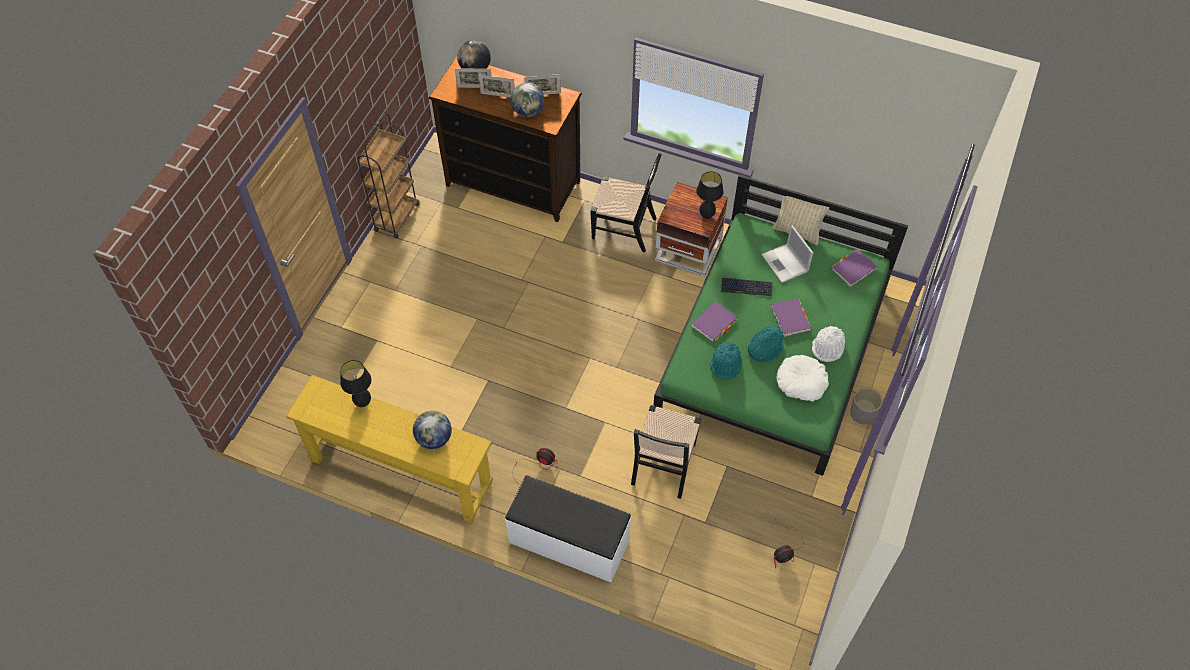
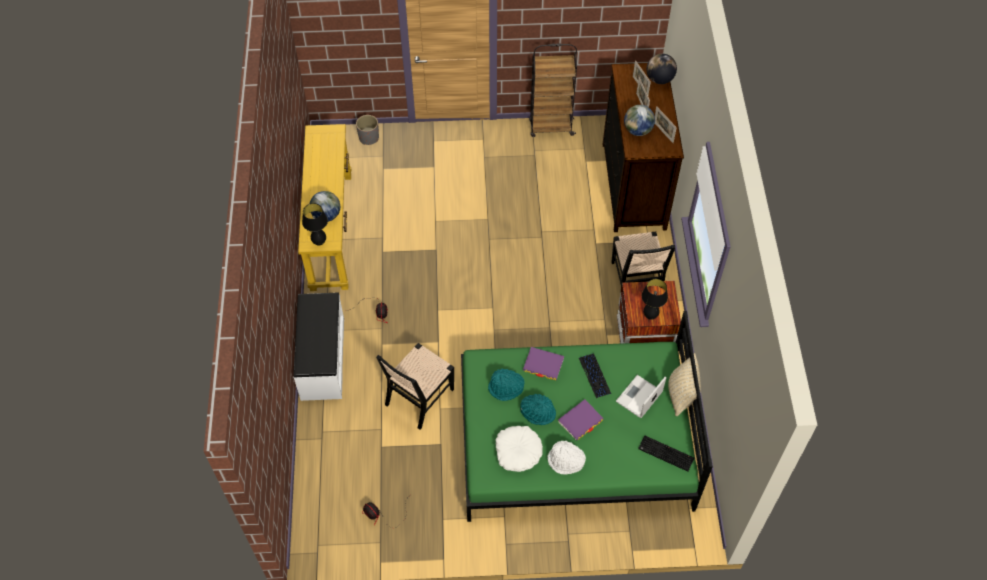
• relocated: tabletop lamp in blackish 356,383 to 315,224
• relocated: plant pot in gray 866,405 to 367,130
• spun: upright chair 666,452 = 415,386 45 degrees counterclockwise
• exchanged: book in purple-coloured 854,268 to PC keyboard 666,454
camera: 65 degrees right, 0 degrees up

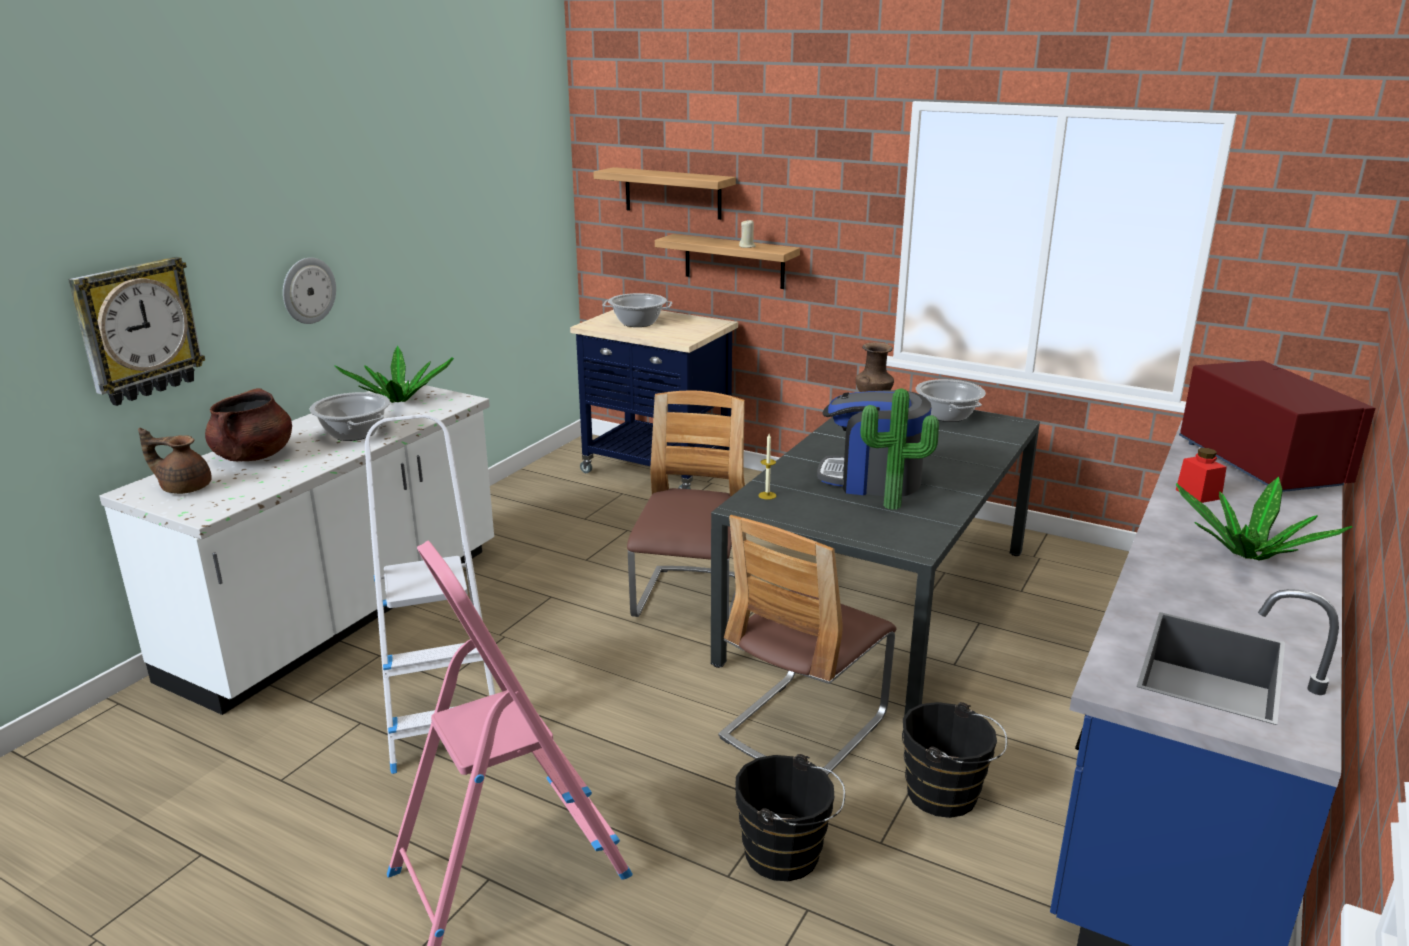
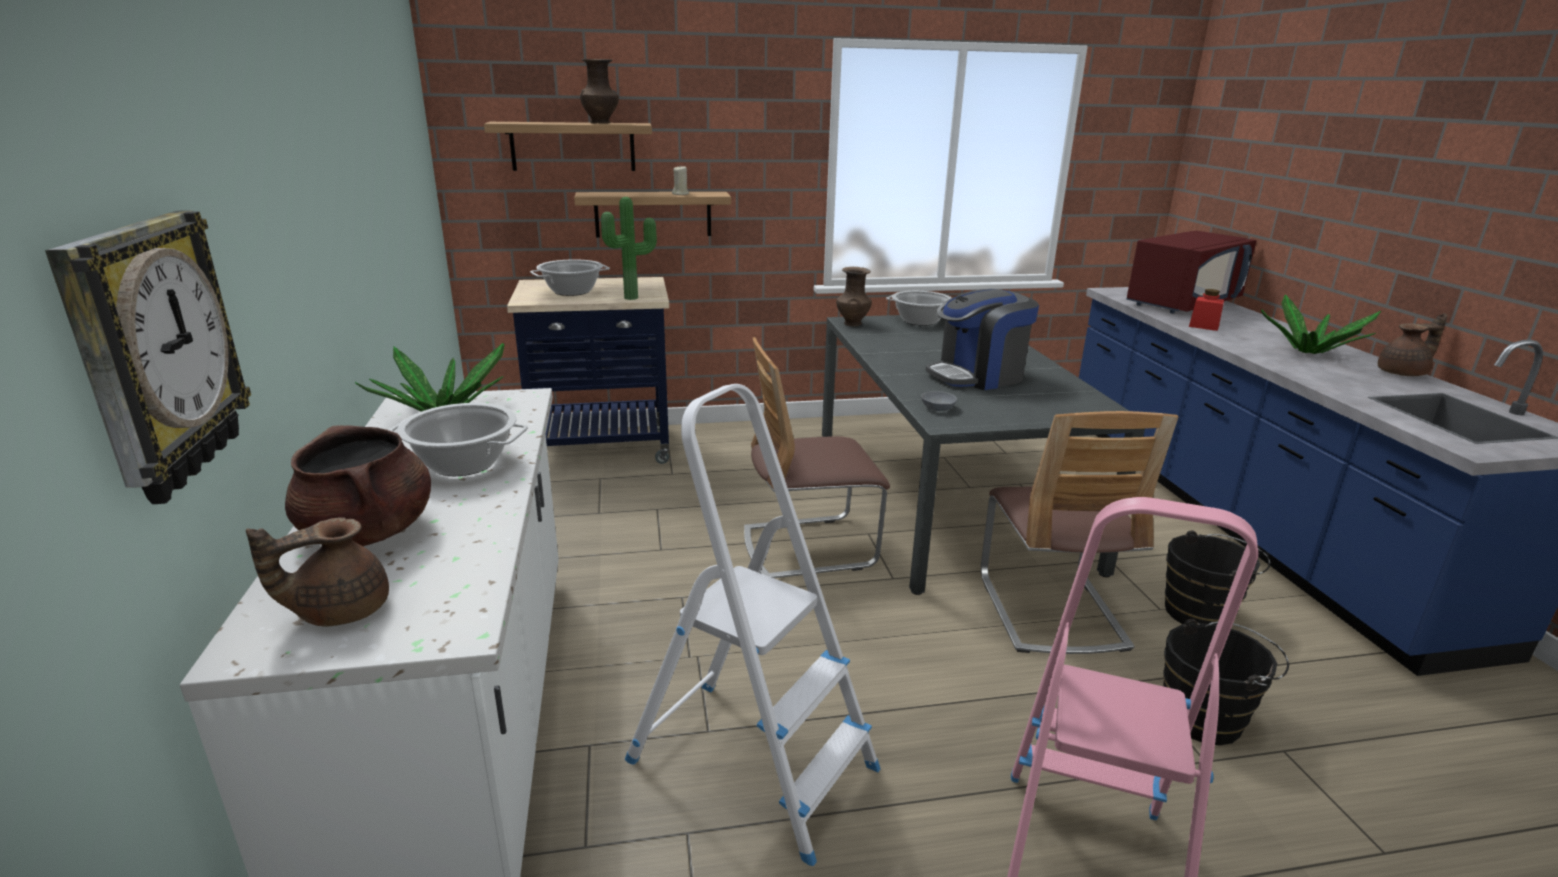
• appeared: flower vase in brownish 599,91
• relocated: houseplant 899,449 to 629,248
• spun: upright chair 686,506 = 817,457 75 degrees counterclockwise
• exchanged: wax candle 767,467 to deep dish in gray 939,401
• spun: kitchen microwave in red-coloured 1277,426 = 1191,272 105 degrees clockwise
• appeared: pot for tea in brownish 1412,344
• missing: clock on the wall 309,290
camera: 40 degrees left, 0 degrees up

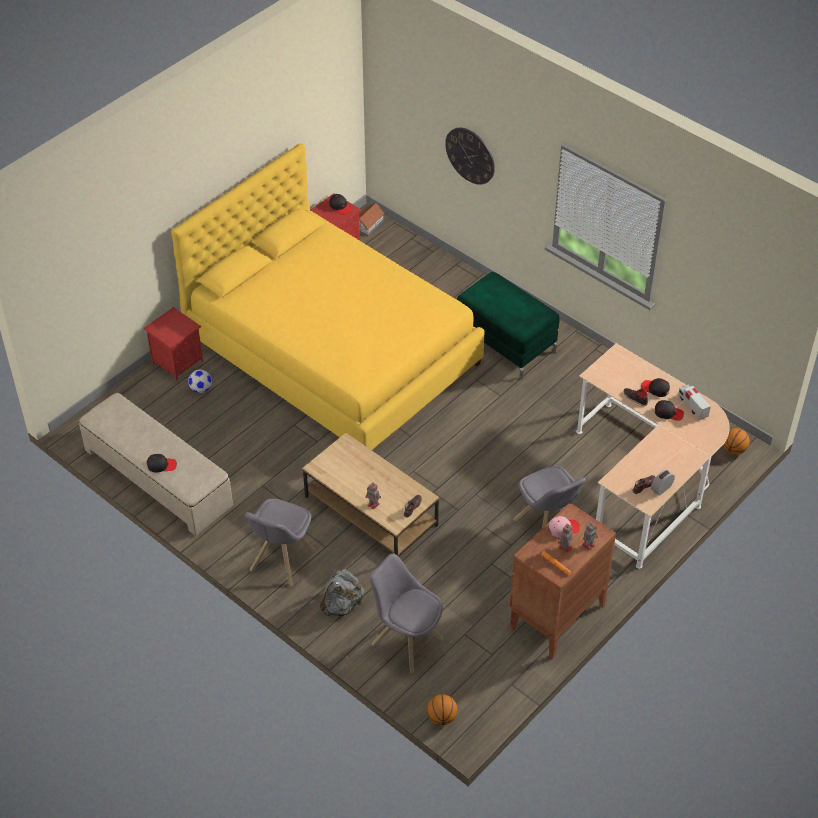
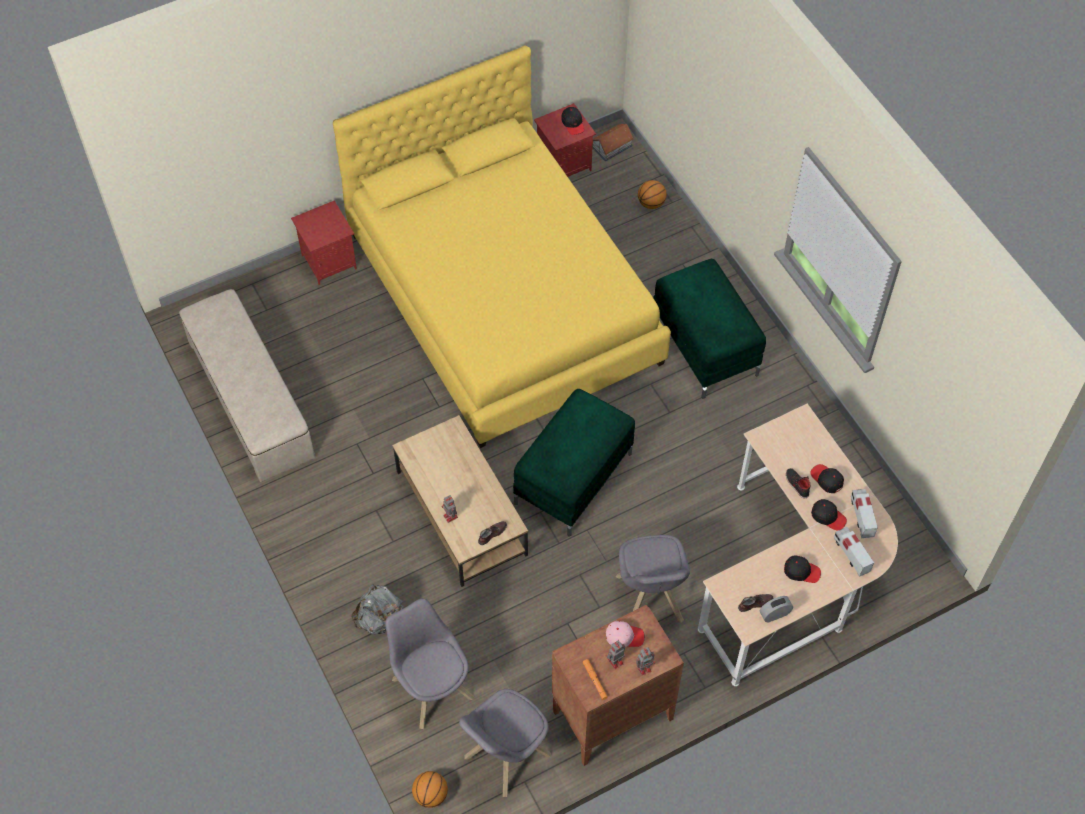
• relocated: upright chair in gray 280,543 to 505,743
• appeared: pouffe in green 574,462
• relocated: ball for basketball 736,441 to 652,194
• relocated: peaked cap in blackish 162,463 to 802,569
• appeared: toy lorry 854,552
• missing: ball for football 200,381
• missing: clock on the wall 470,156
camera: 20 degrees right, 10 degrees up

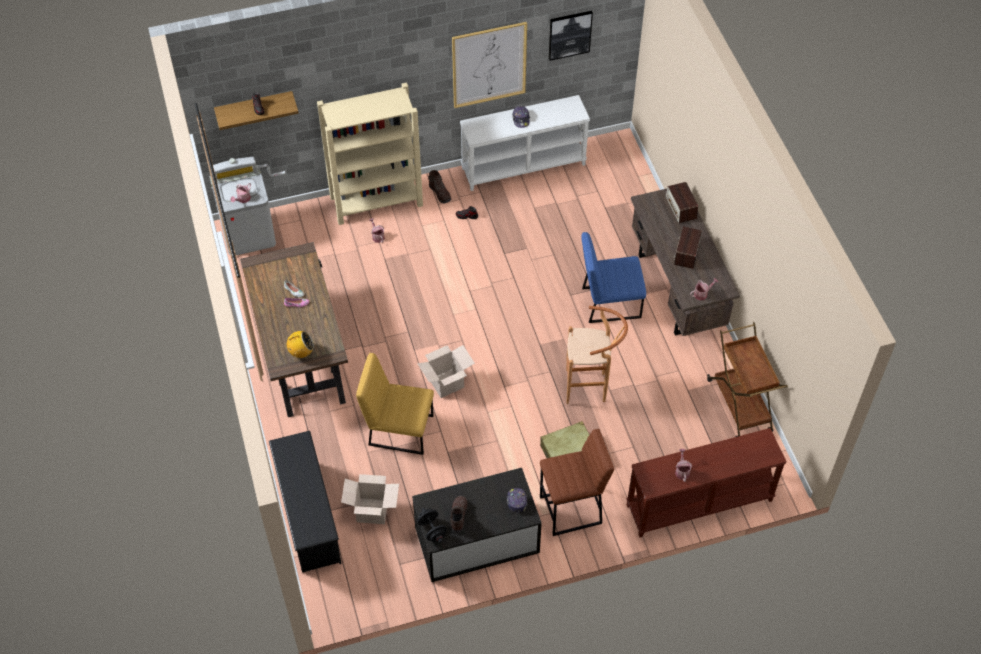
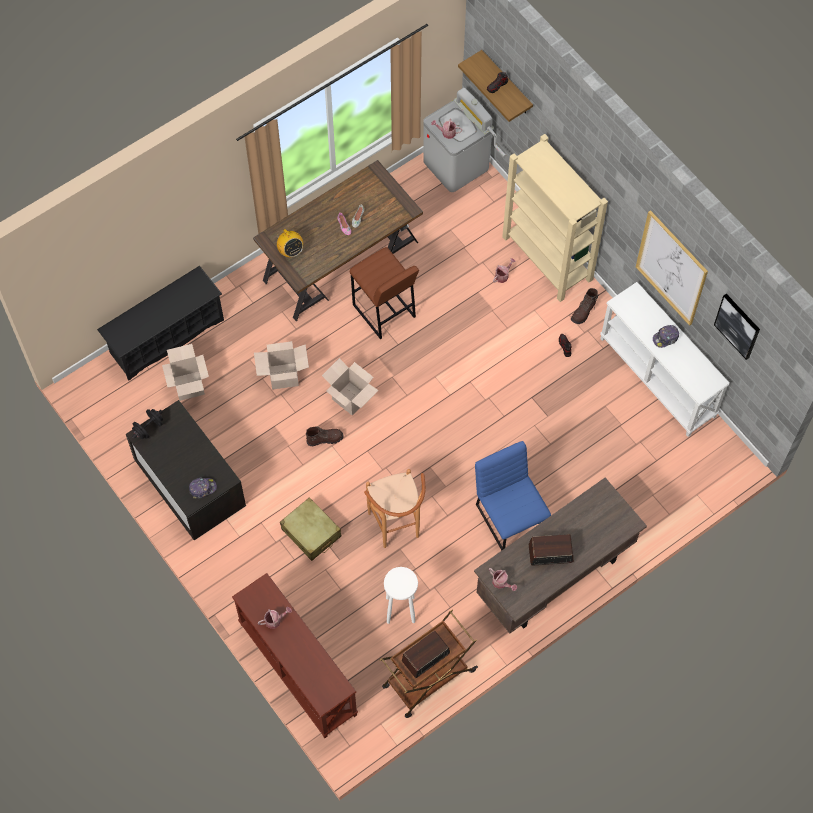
• exchanged: upright chair in yellowish 395,404 to carton 281,365
• relocated: tall boot in brownish 458,514 to 325,436
• relocated: stool seat in brownish 577,482 to 384,293
• appeared: stool seat in white-coloured 401,595
• relocated: radio 682,202 to 426,654
camera: 70 degrees right, 10 degrees up

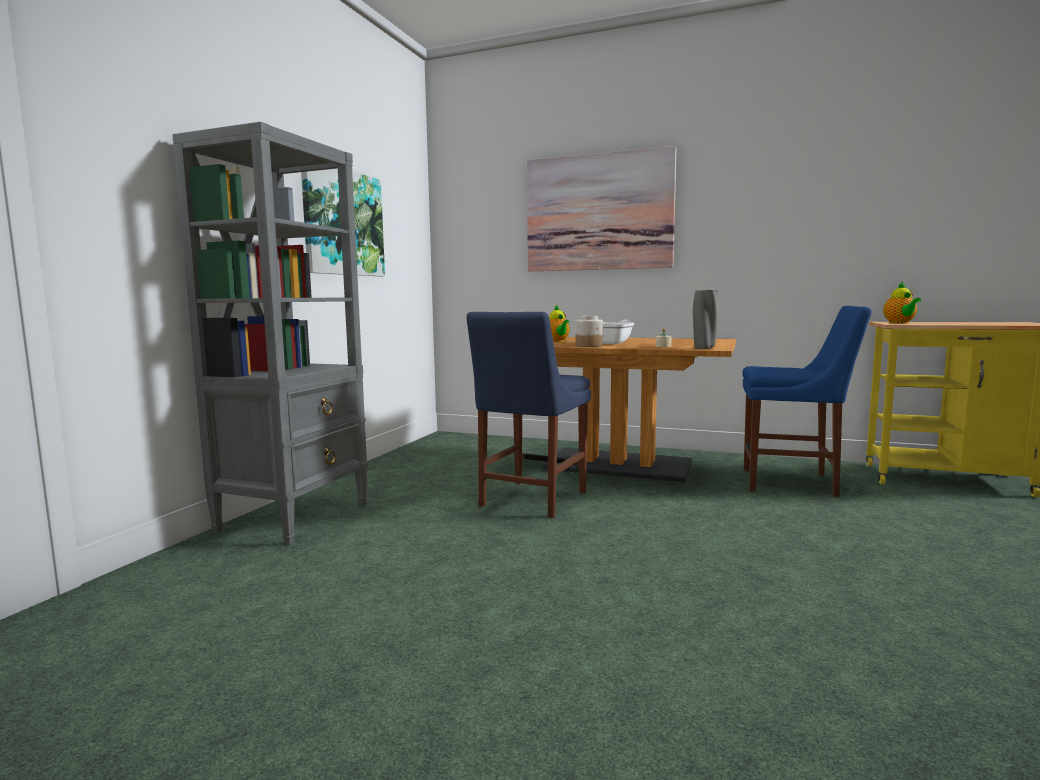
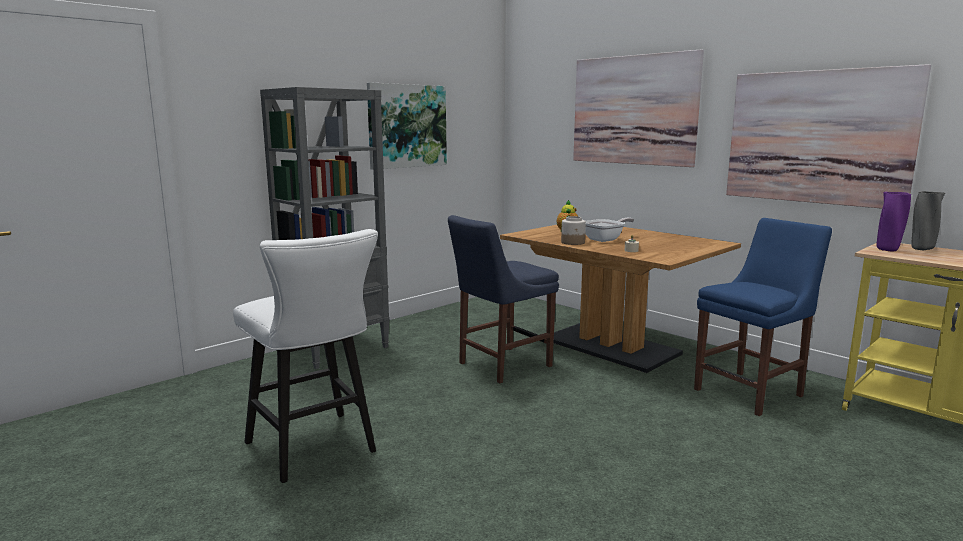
• appeared: stool seat in white-coloured 305,356
• spun: upright chair in bluish 807,401 = 763,317 75 degrees counterclockwise
• appeared: wall picture 828,136
• exchanged: pot for tea 902,302 to flower vase in purple-coloured 893,221
• relocated: flower vase in gray 705,319 to 928,220
camera: 25 degrees right, 5 degrees up

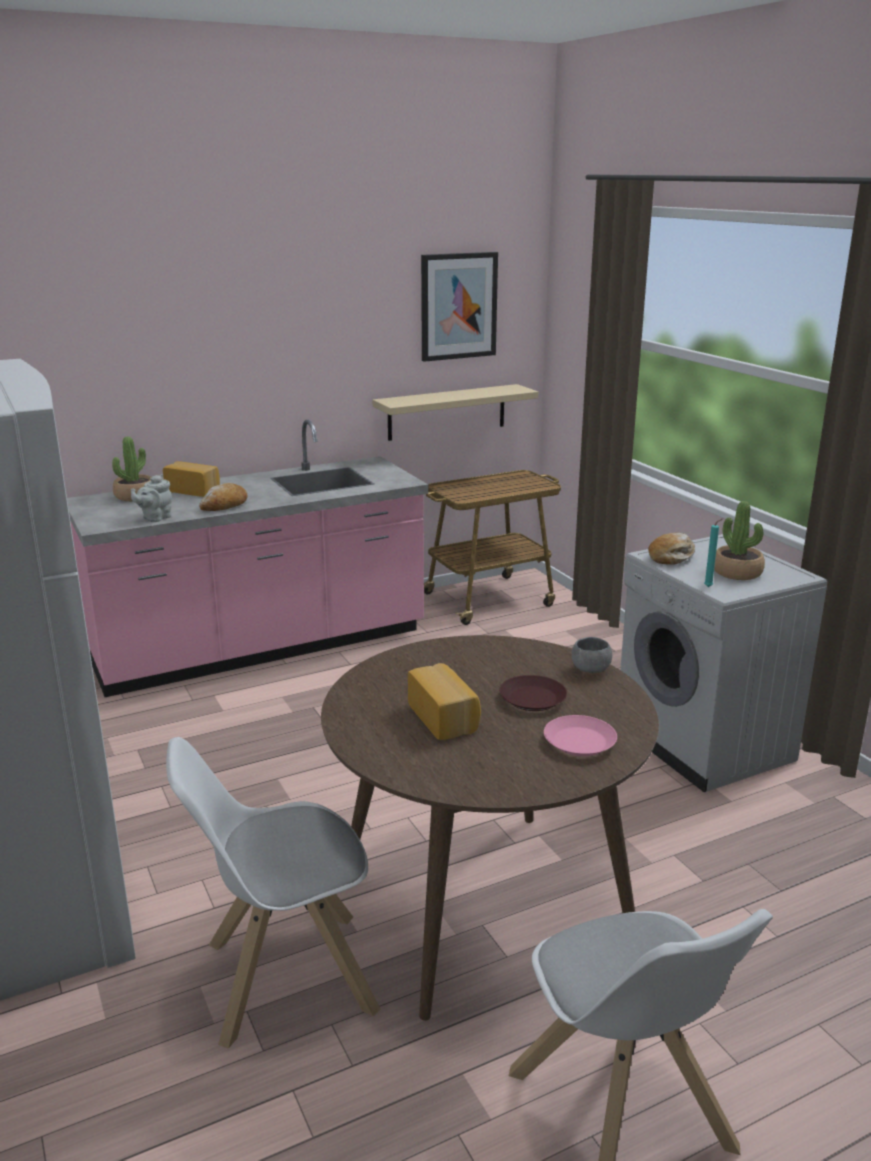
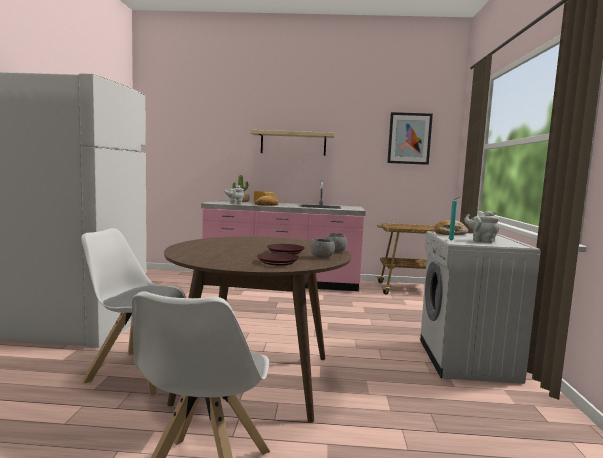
• relocated: bracket shelf in beige 455,412 to 292,143
• colour: dinner plate in pink-coloured 580,735 to dinner plate in brownish 278,259
• appeared: deep dish in gray 322,248
• exchanged: houseplant 739,540 to pot for tea in gray 481,227
• missing: bakery bread 444,701
camera: 30 degrees right, 15 degrees down

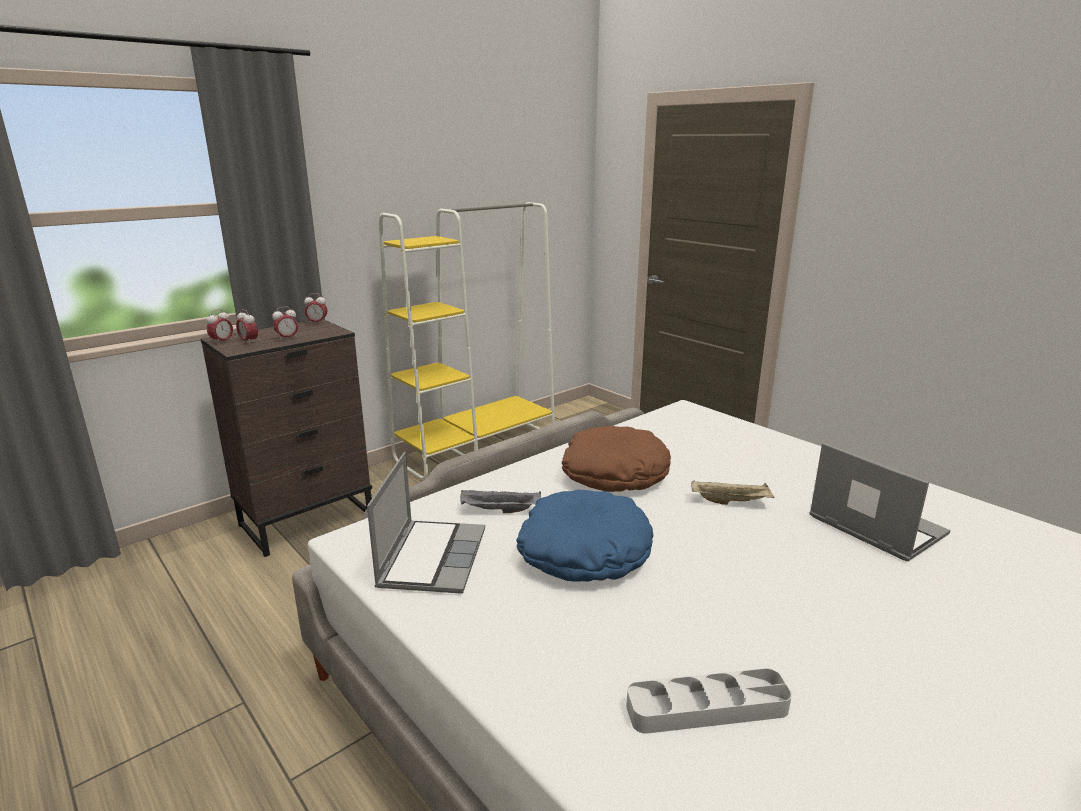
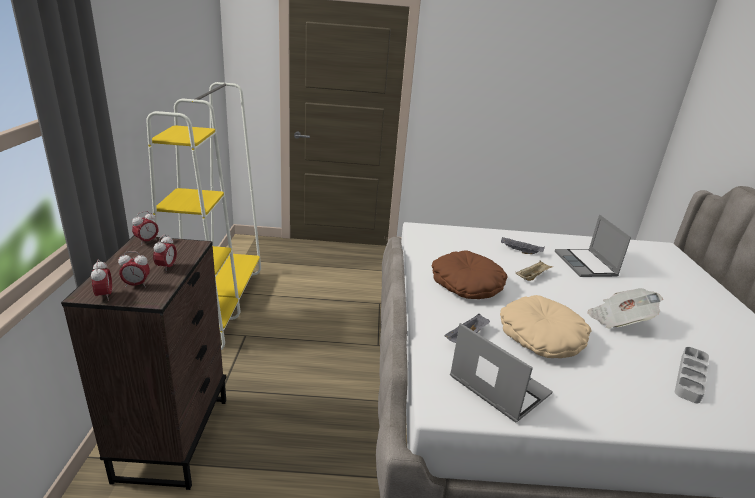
• colour: pillow in bluish 584,536 to pillow in beige 545,326
• appeared: carrying tray in gray 523,245
• spun: notebook computer 879,502 = 593,246 105 degrees counterclockwise
• appeared: daily paper 625,308
camera: 50 degrees left, 5 degrees up

